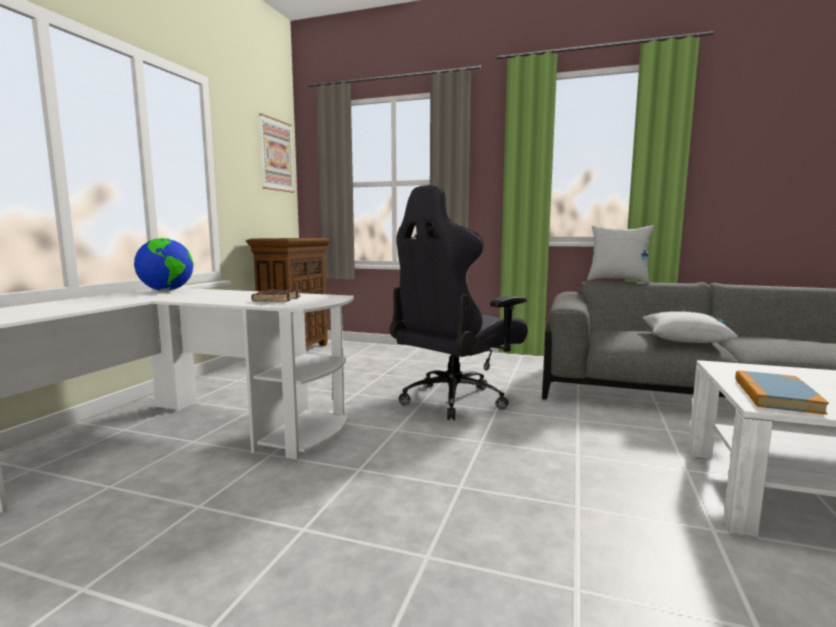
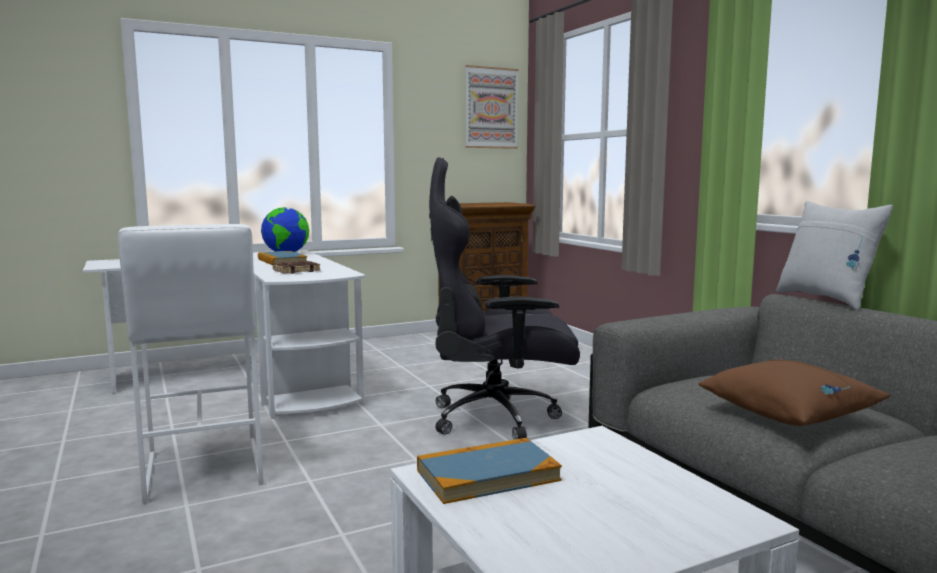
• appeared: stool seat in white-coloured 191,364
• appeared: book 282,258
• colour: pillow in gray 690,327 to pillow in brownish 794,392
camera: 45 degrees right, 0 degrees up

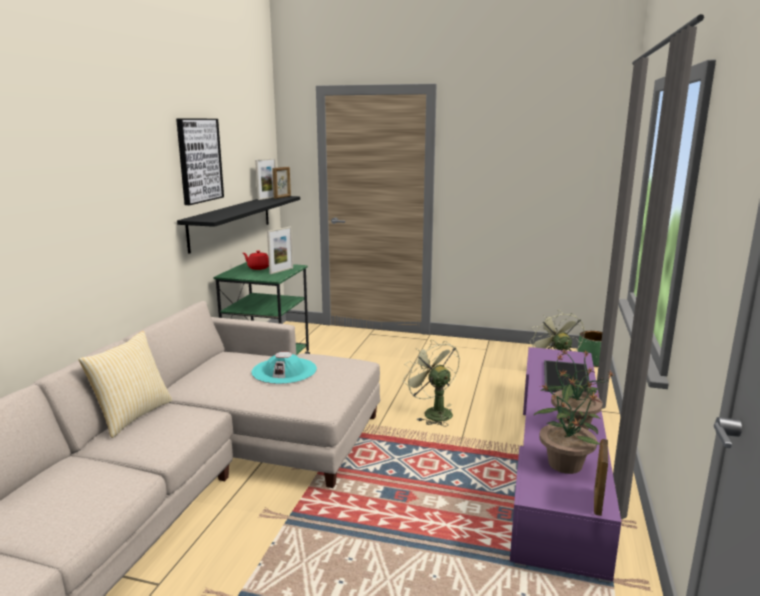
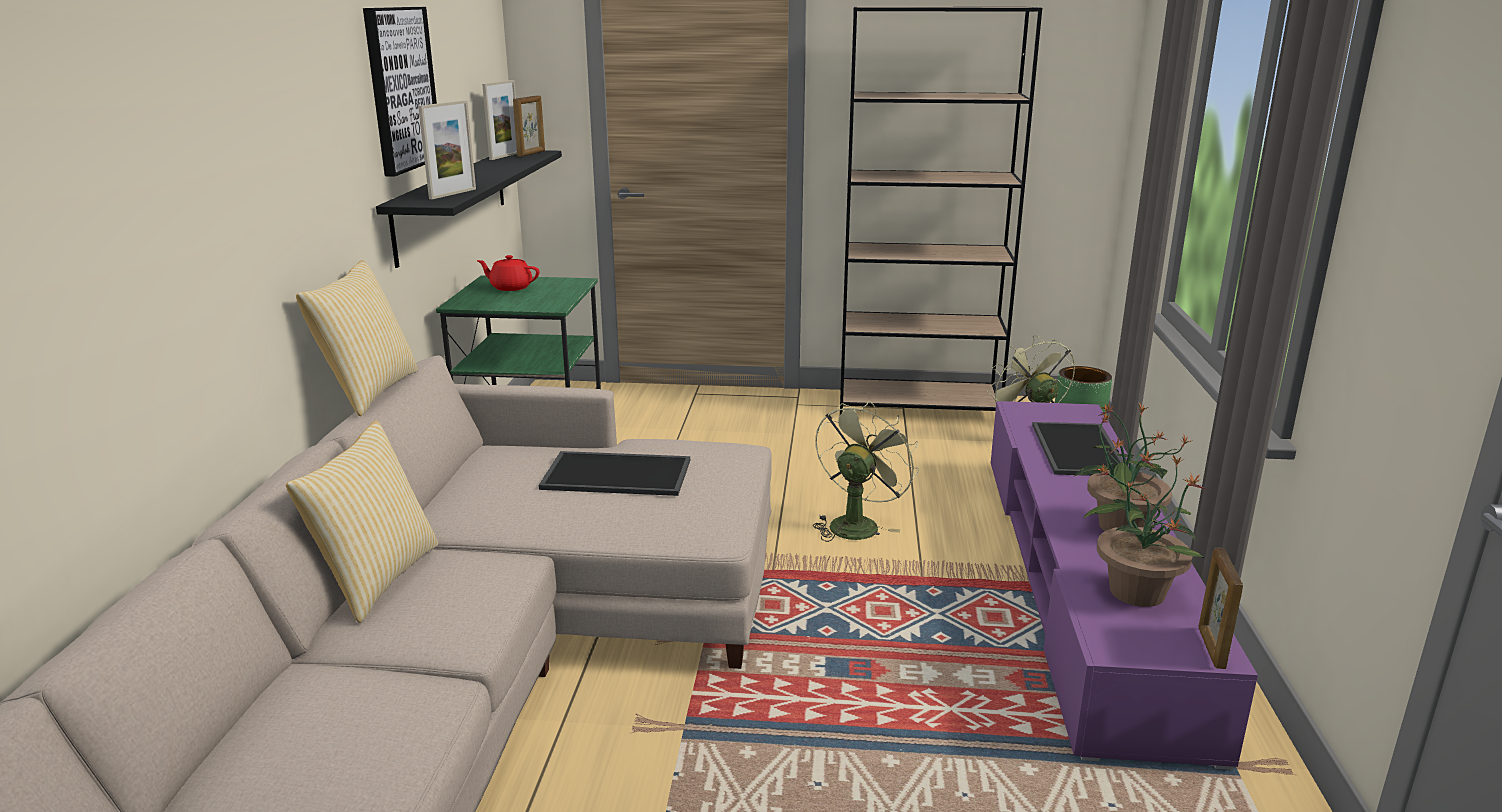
• appeared: pillow 357,338
• relocated: photo frame 280,250 to 447,149
• exchanged: clothing hat in blue-green 284,368 to carrying tray 614,473
• spun: cooling fan in green 431,383 = 866,471 75 degrees clockwise
• appeared: bookshelf in beige 941,211
camera: 10 degrees left, 5 degrees up

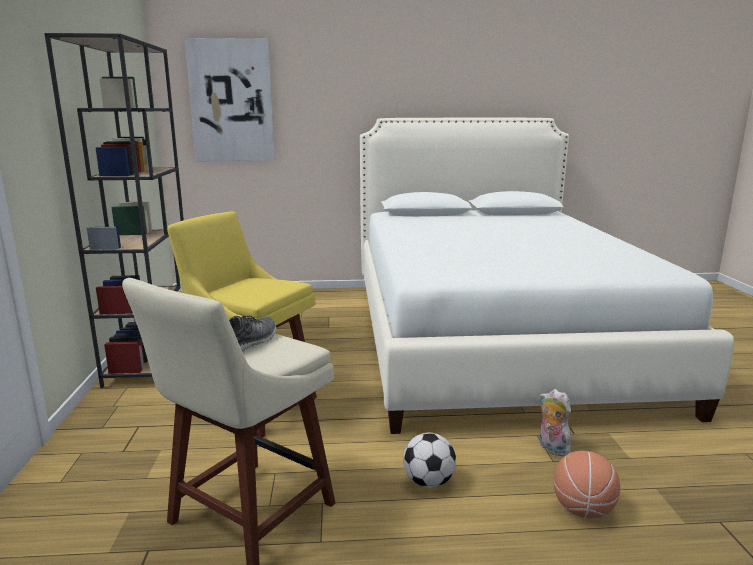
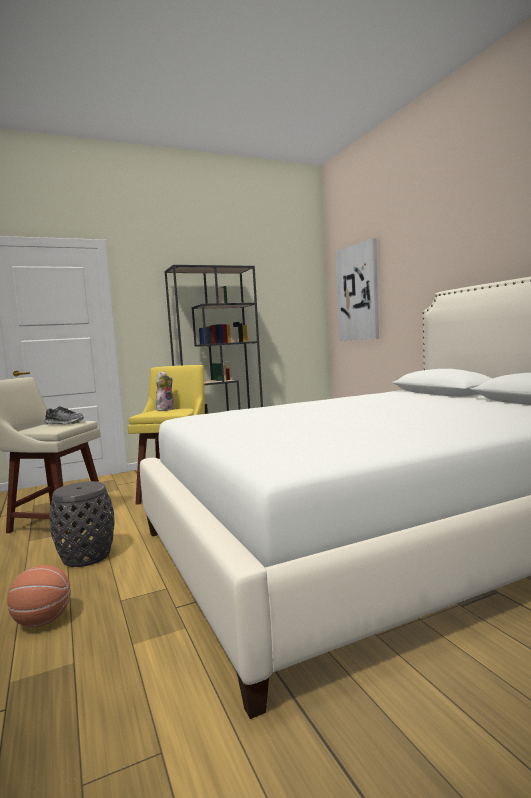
• exchanged: ball for football 429,460 to stool seat in gray 81,524
• relocated: soft toy 556,423 to 165,391
camera: 70 degrees right, 10 degrees down

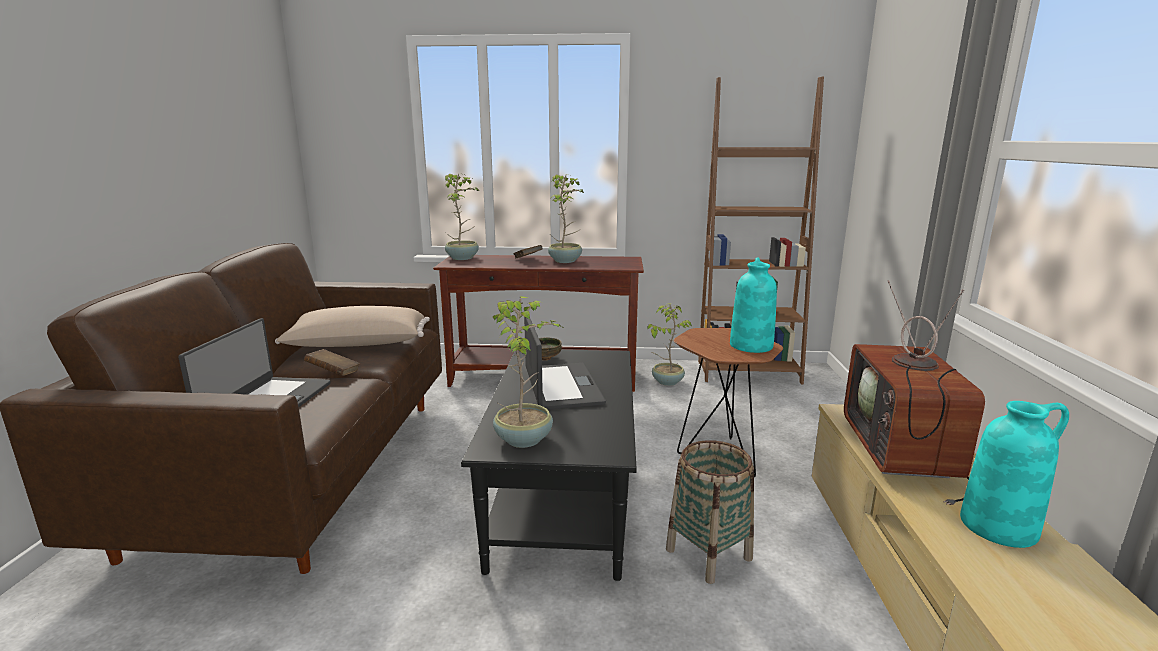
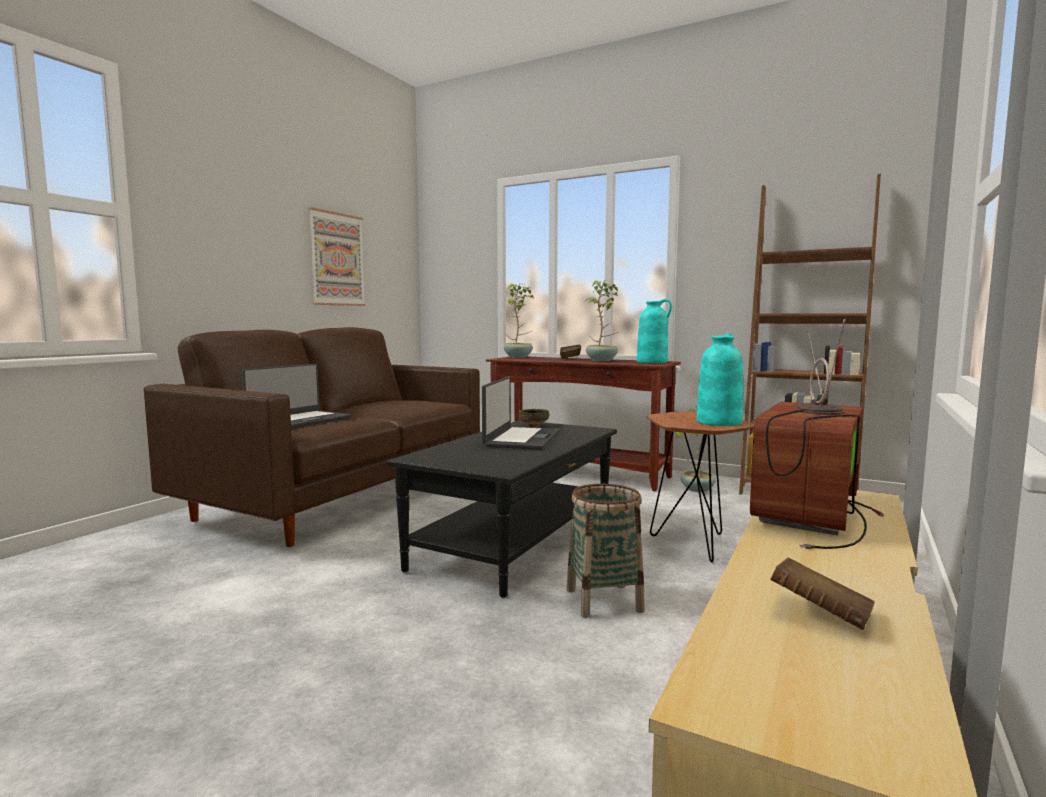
• appeared: wall picture 337,256
• relocated: flower vase in blue-green 1014,474 to 654,331
• relocated: book in brownish 332,362 to 822,594
• missing: pillow in beige 352,326
• missing: houseplant 529,372
camera: 25 degrees right, 10 degrees down

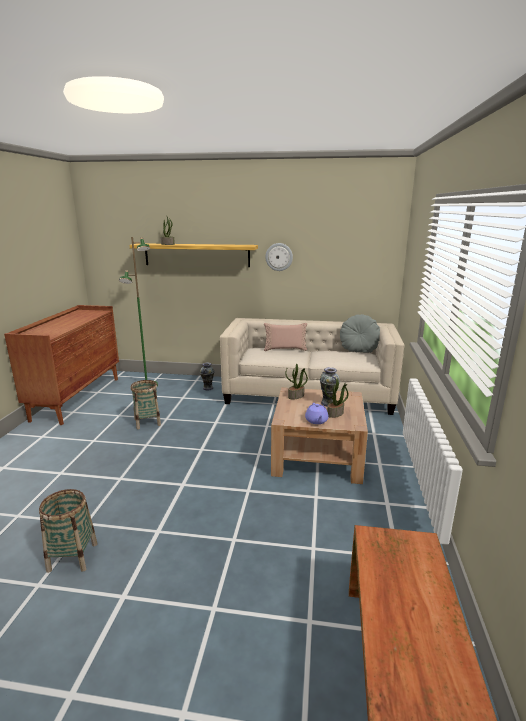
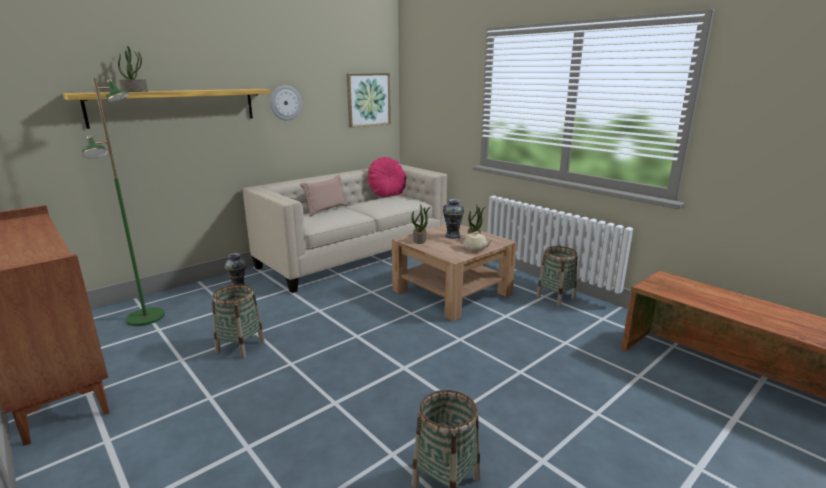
• appeared: wall picture 369,100
• colour: pillow in gray 360,333 to pillow in pink-coloured 386,177
• colour: pot for tea in purple-coloured 317,413 to pot for tea in beige 476,241
• appeared: household basket 556,276
camera: 50 degrees left, 0 degrees up

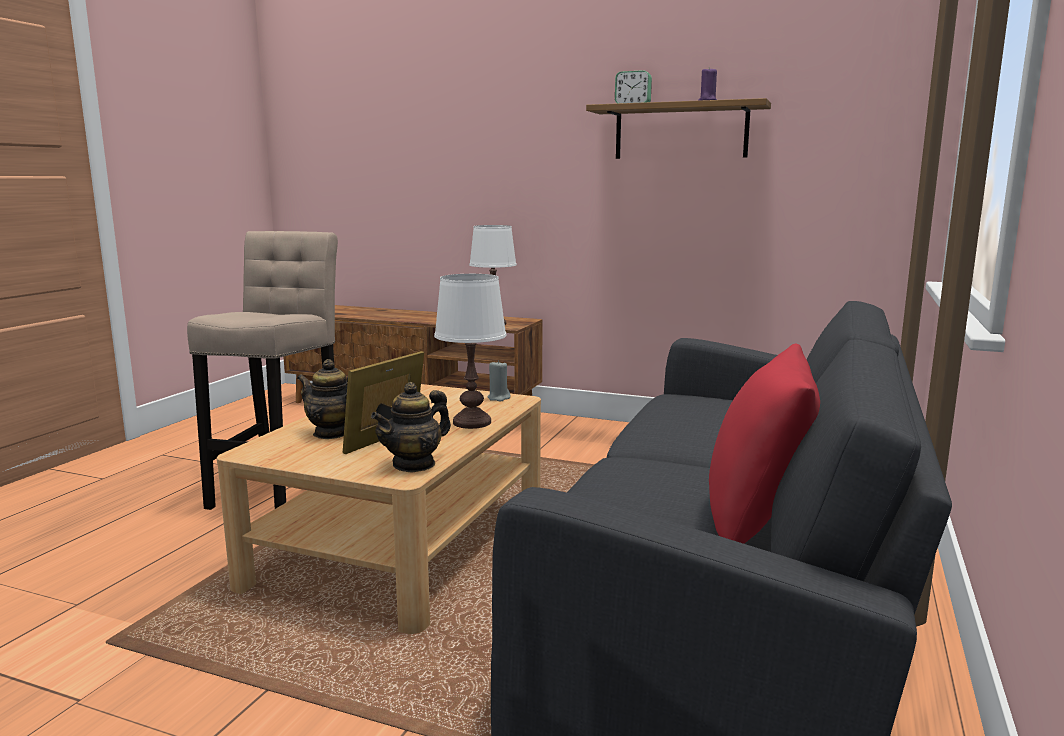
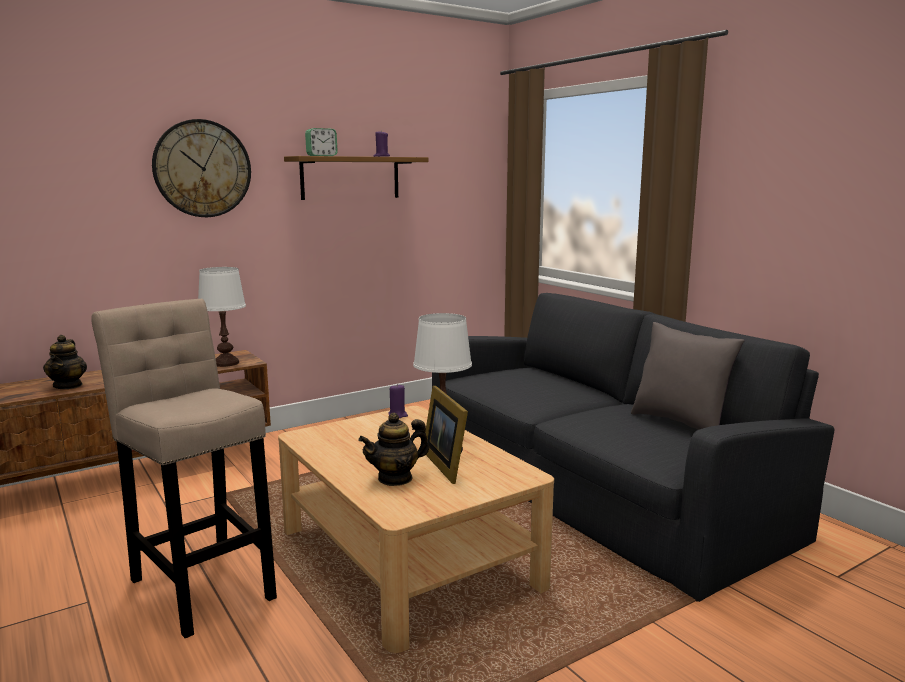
• relocated: pot for tea 411,427 to 65,362
• appeared: clock on the wall 201,168
• colour: wax candle in gray 498,381 to wax candle in purple-coloured 398,401
• colour: pillow in red-coloured 764,444 to pillow in gray 688,376
camera: 55 degrees left, 0 degrees up

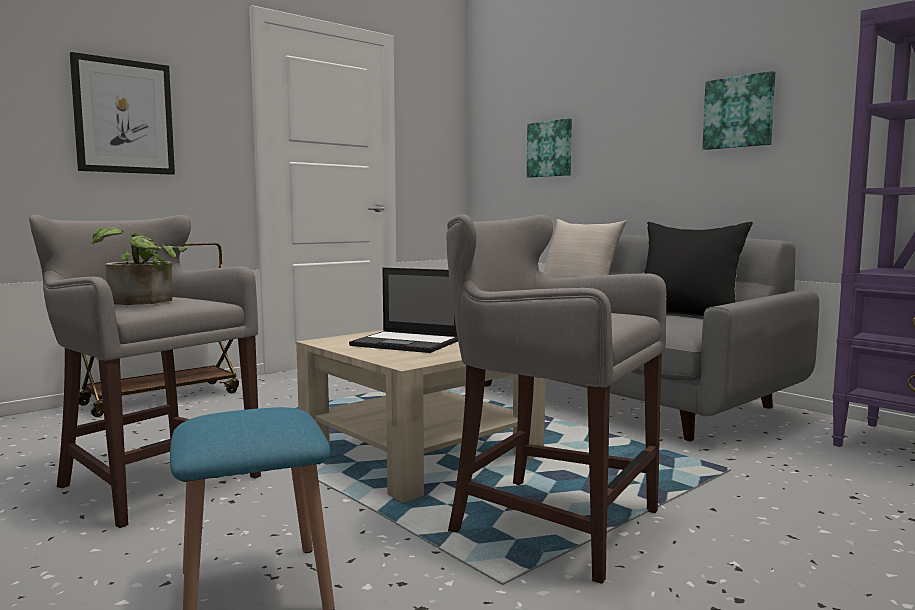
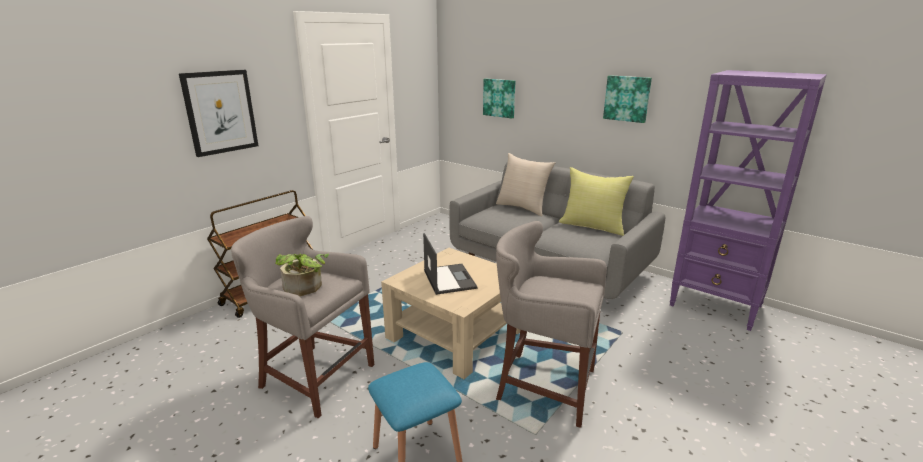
• spun: notebook computer 403,310 = 450,264 120 degrees counterclockwise
• colour: pillow in blackish 698,269 to pillow in yellowish 596,201
camera: 10 degrees left, 15 degrees up

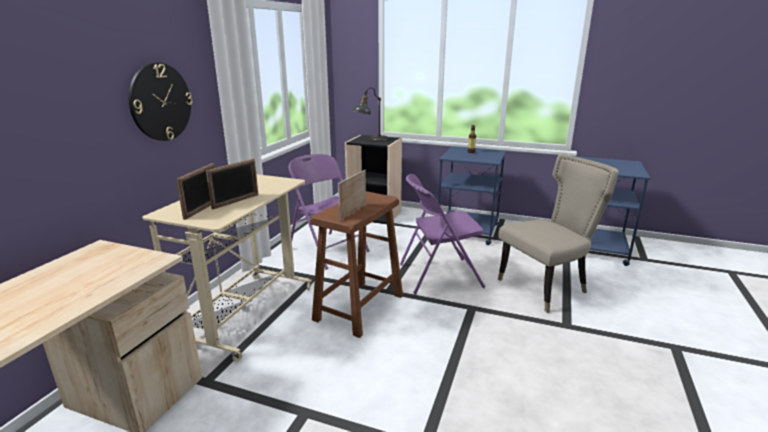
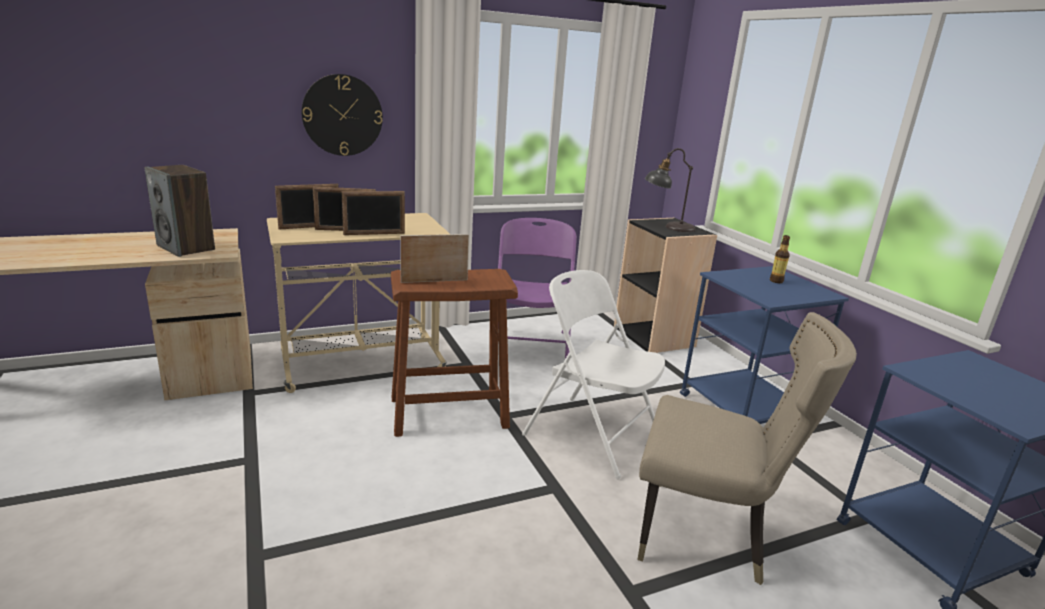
• appeared: speaker 179,211
• appeared: photo frame 373,213
• colour: upright chair in purple-coloured 442,234 to upright chair in white-coloured 593,375
camera: 45 degrees right, 0 degrees up

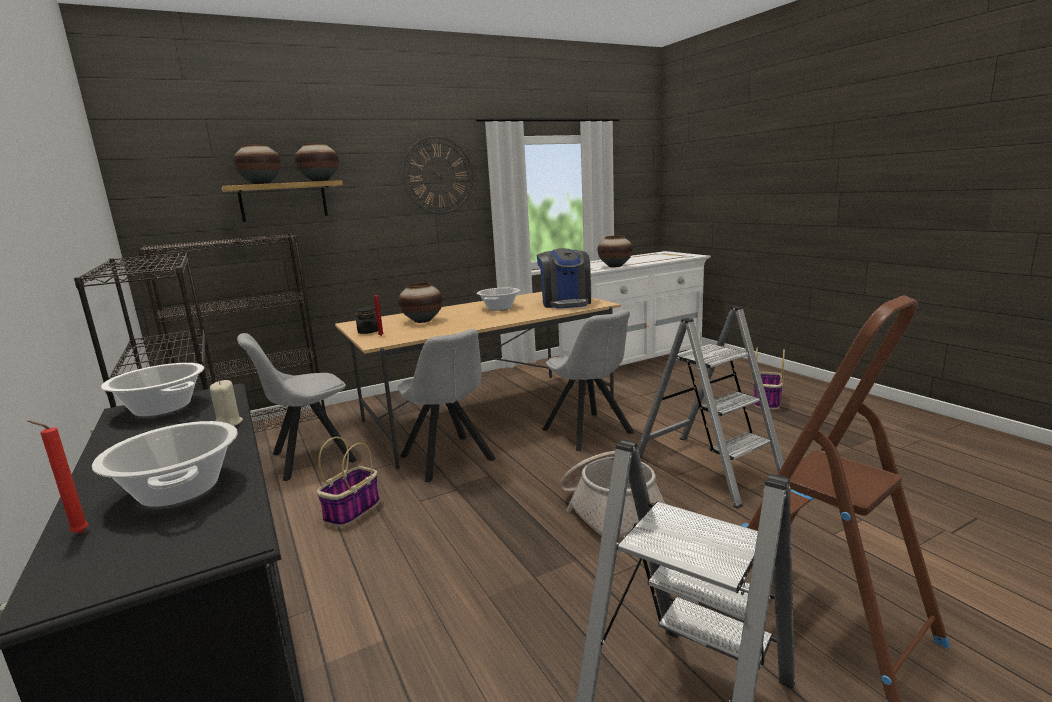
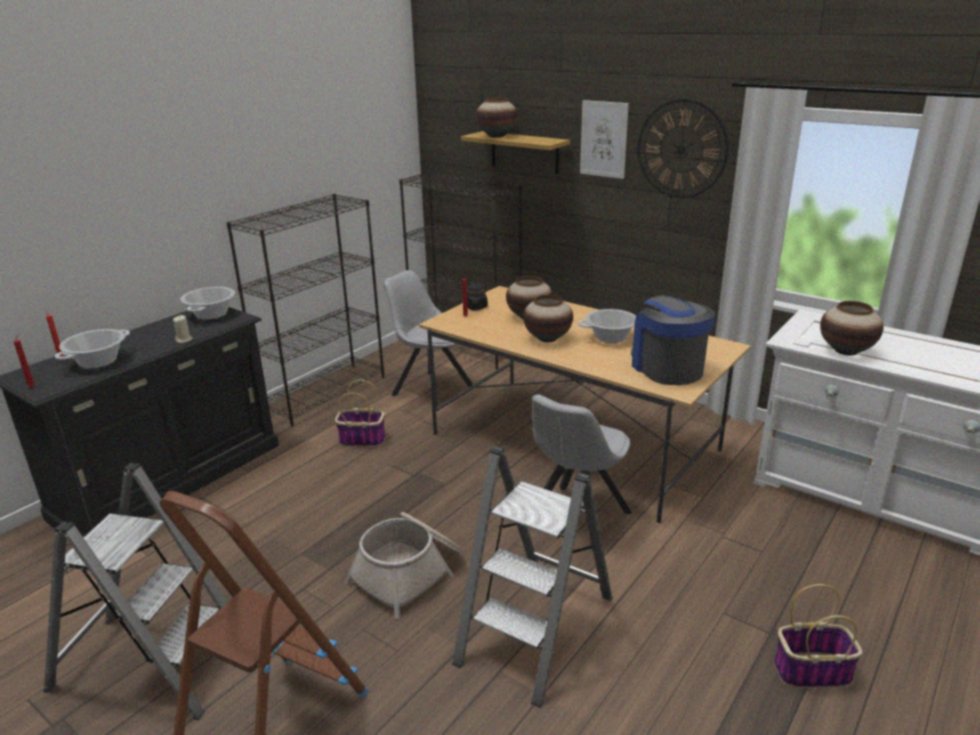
• appeared: wax candle in red-coloured 24,360
• relocated: flower vase 316,162 to 548,318
• appeared: wall picture 604,139
• spun: coffee machine 563,278 = 673,340 105 degrees clockwise
• missing: upright chair in gray 447,405
camera: 65 degrees right, 10 degrees up

